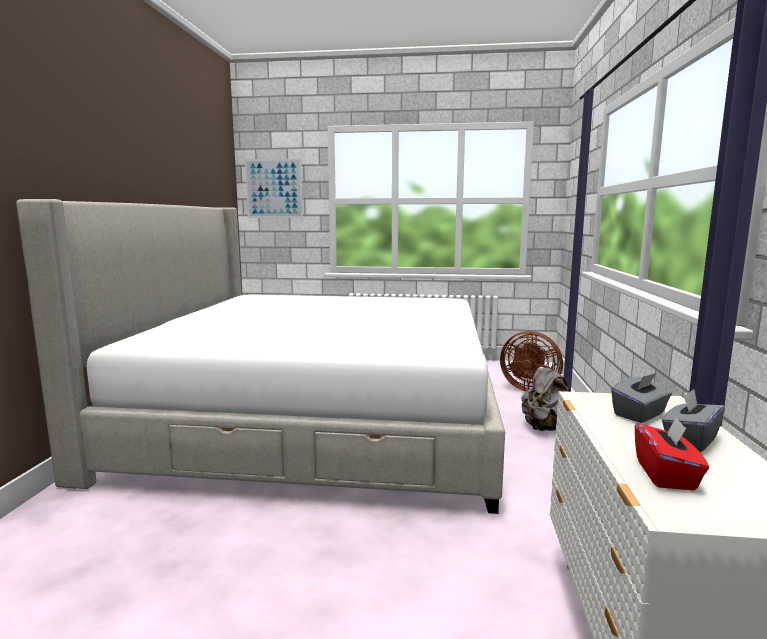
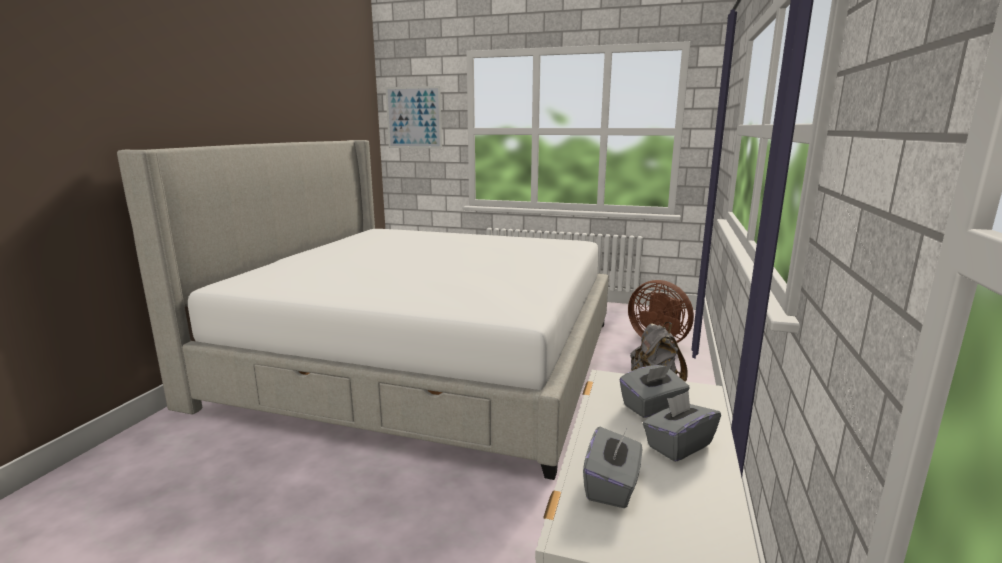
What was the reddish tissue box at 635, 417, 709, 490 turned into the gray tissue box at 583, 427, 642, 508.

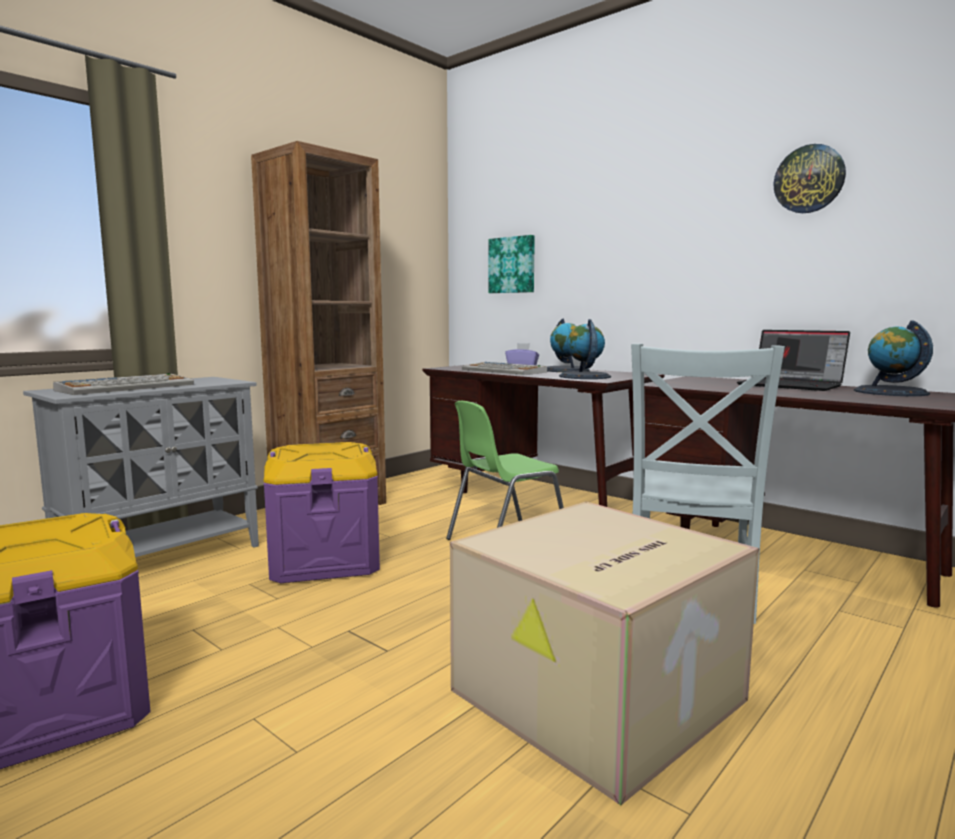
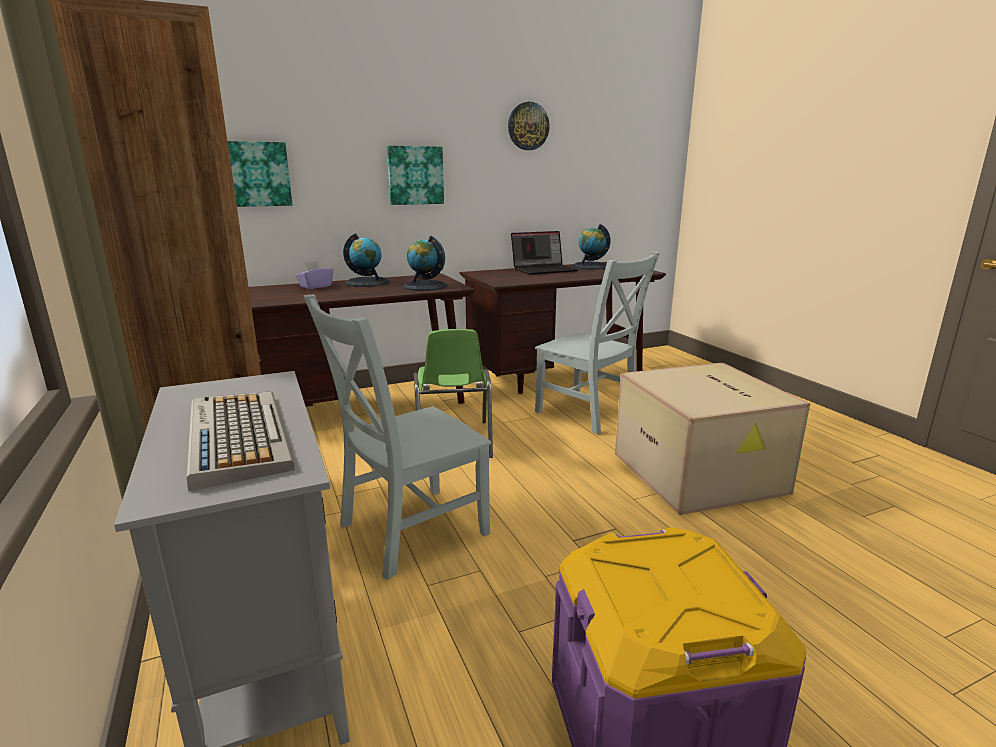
The second view lost the computer keyboard at 462, 362, 547, 375. The second view gained the wall art at 387, 146, 444, 205. Where the purple storage box stood at 264, 442, 380, 583, the gray plain chair came to stand at 303, 294, 491, 580.

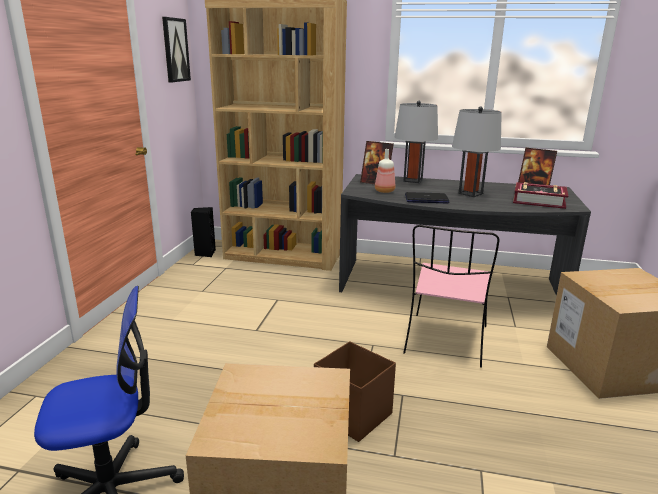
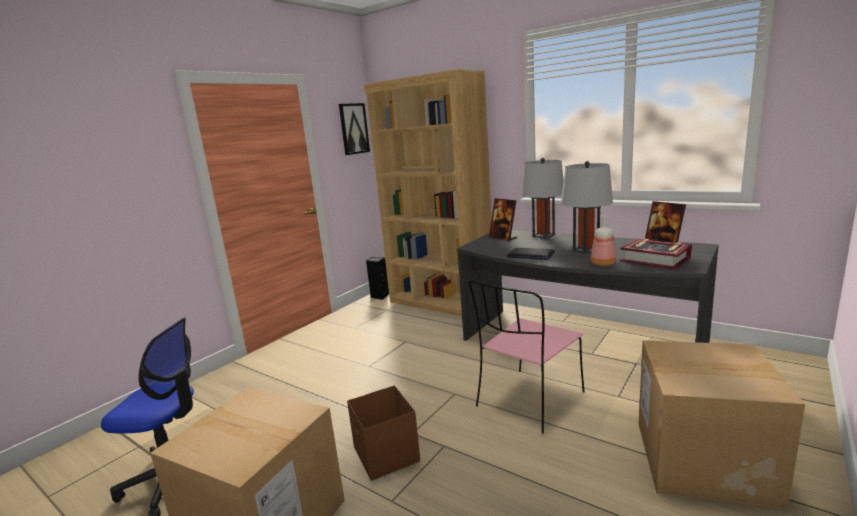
The drink bottle ended up elsewhere, having gone from 375, 149, 395, 193 to 591, 216, 616, 266.

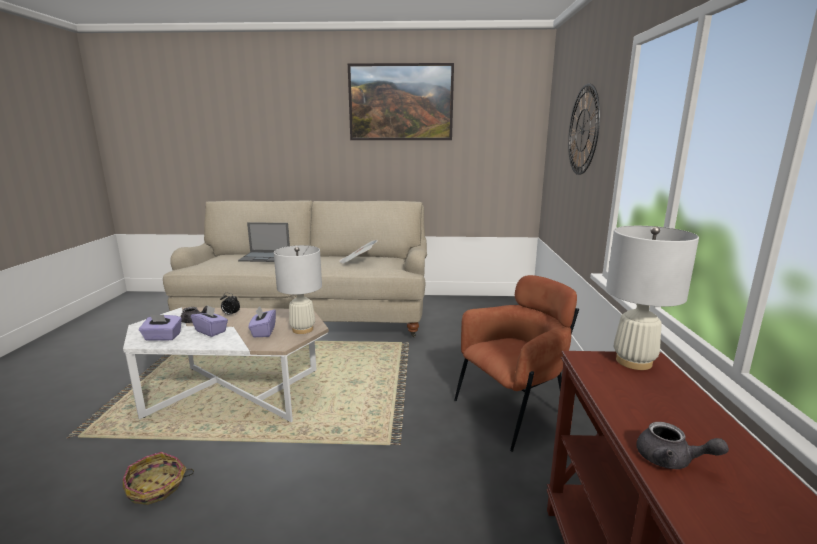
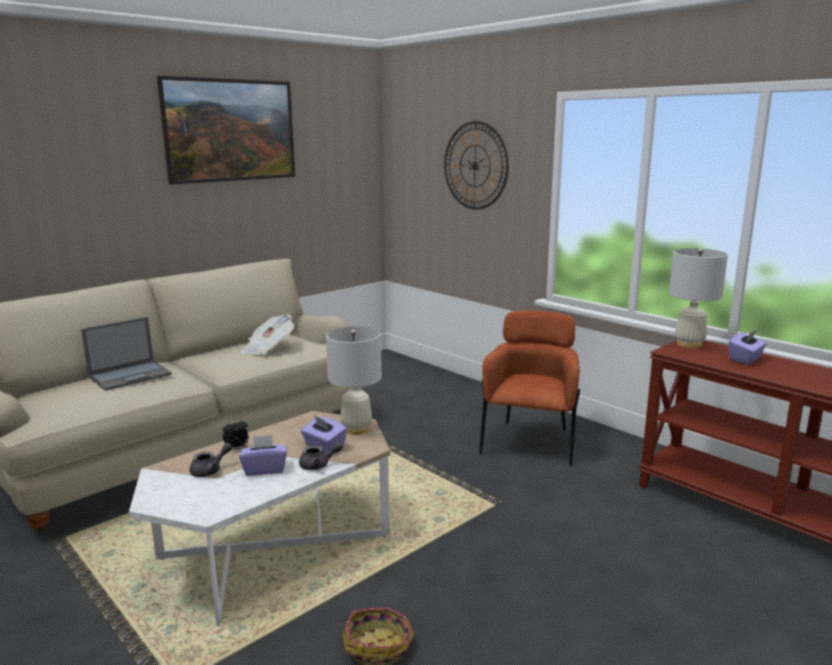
The purple tissue box ended up elsewhere, having gone from 139, 314, 182, 341 to 728, 330, 767, 365. The gray teapot ended up elsewhere, having gone from 636, 422, 729, 469 to 299, 442, 343, 470.

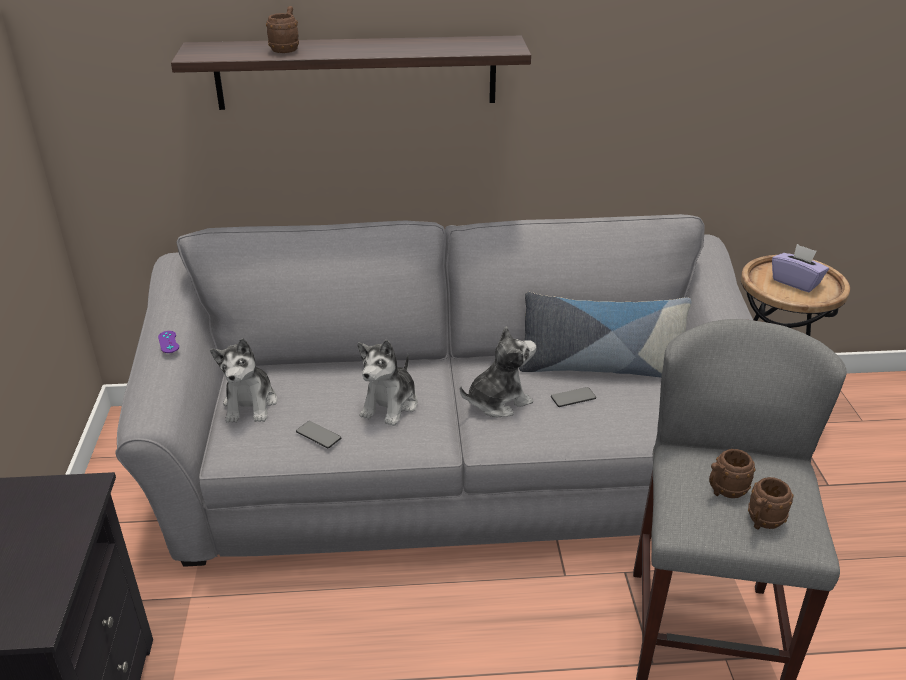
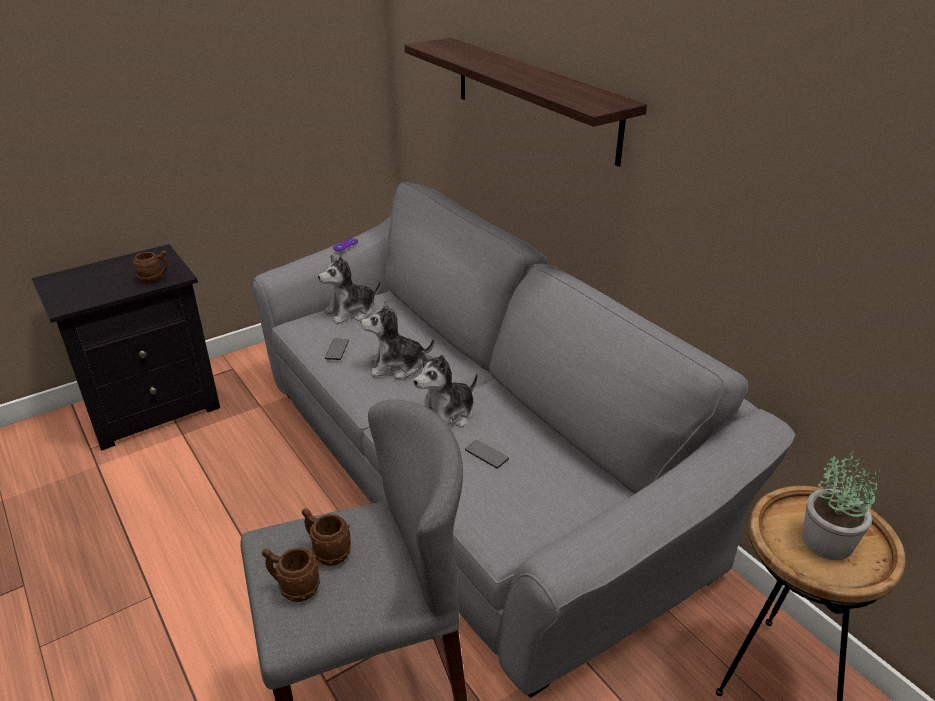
The second view lost the cushion at 519, 292, 692, 378. The brown-coloured coffee mug ended up elsewhere, having gone from 266, 6, 299, 53 to 133, 250, 168, 283. Where the purple tissue box stood at 772, 244, 829, 293, the plant in a pot came to stand at 802, 448, 880, 560. The plush toy at 460, 327, 536, 417 ended up facing another way, 105 degrees clockwise from before.

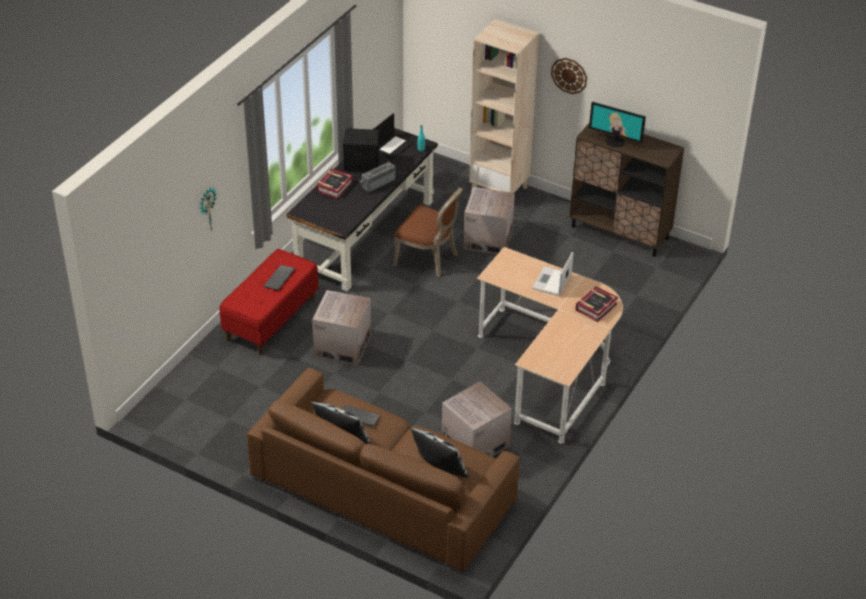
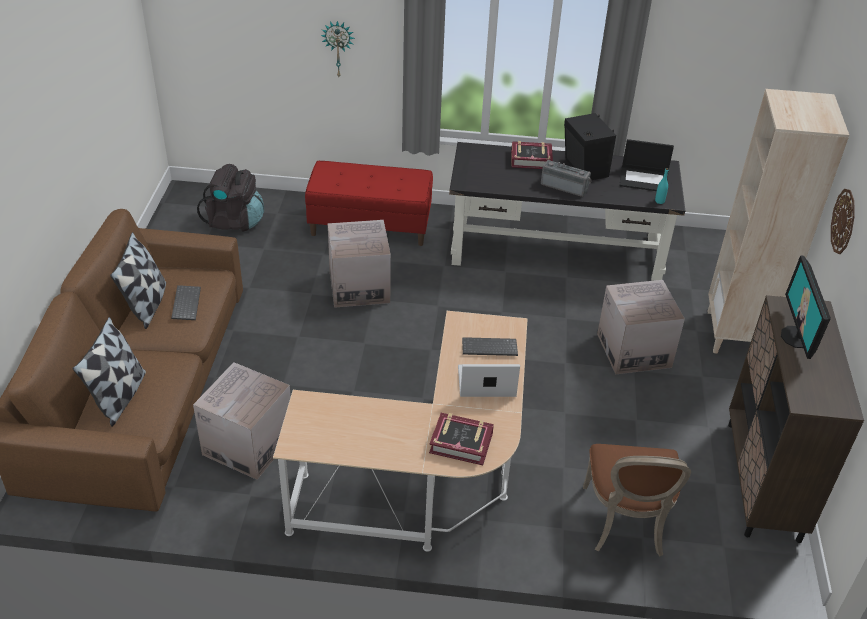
The second view gained the black backpack at 197, 164, 264, 232. The computer keyboard ended up elsewhere, having gone from 263, 265, 295, 290 to 462, 337, 518, 356. The brown-coloured plain chair ended up elsewhere, having gone from 393, 187, 463, 278 to 583, 444, 691, 556.

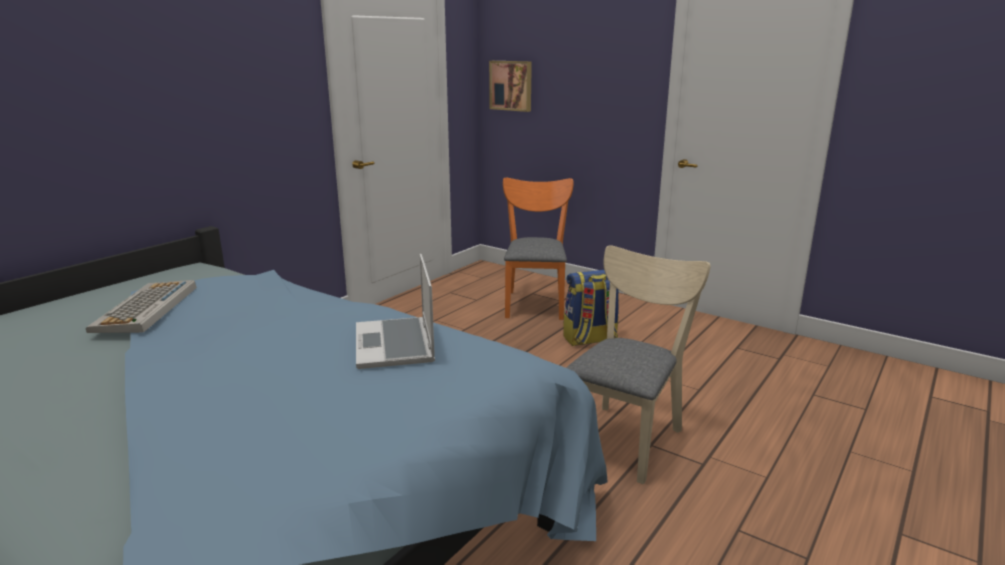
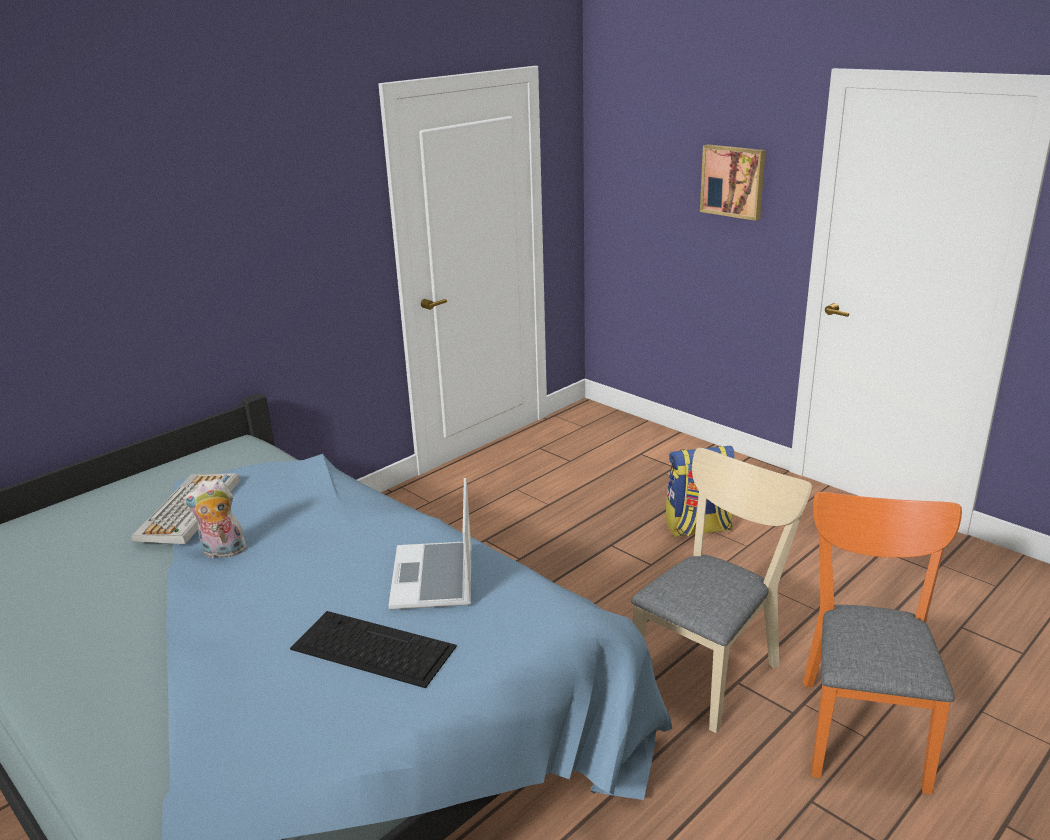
The second view gained the plush toy at 183, 478, 247, 558. The second view gained the computer keyboard at 290, 611, 457, 688. The wall art ended up elsewhere, having gone from 489, 61, 532, 112 to 700, 144, 766, 221. The orangey plain chair ended up elsewhere, having gone from 503, 177, 574, 320 to 803, 492, 962, 795.

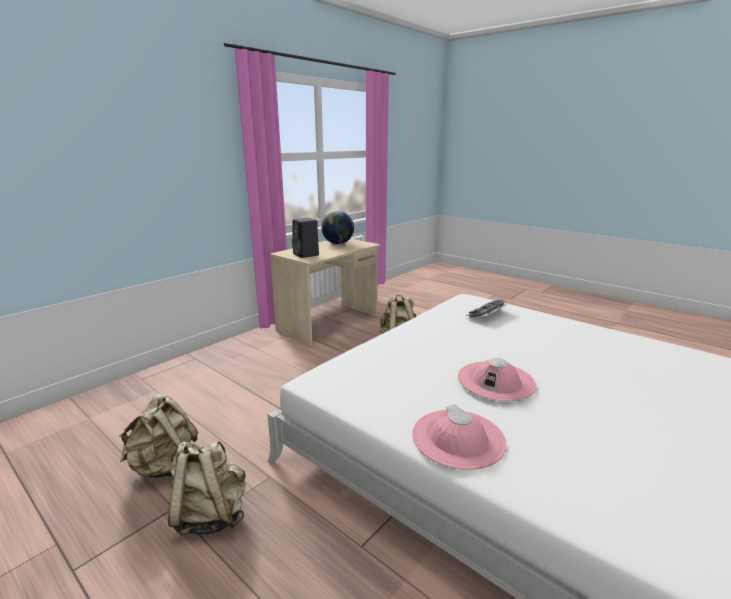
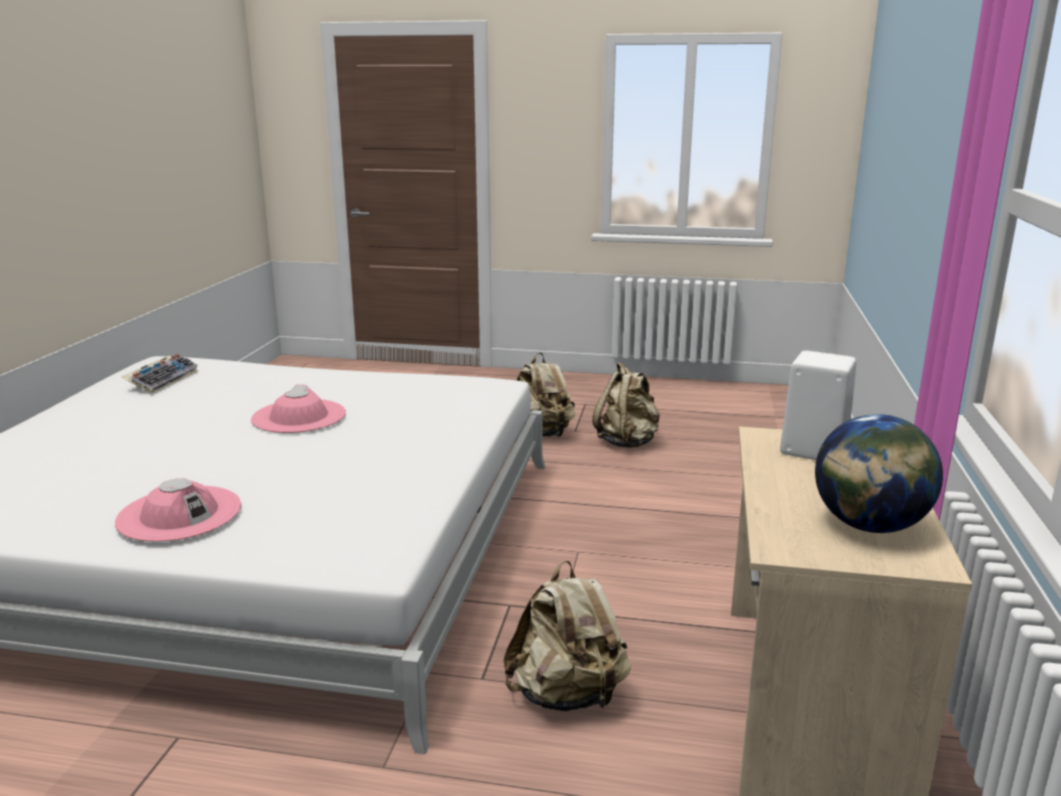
The pink-coloured clothing hat ended up elsewhere, having gone from 412, 405, 507, 470 to 115, 478, 241, 542. The computer keyboard ended up elsewhere, having gone from 466, 299, 510, 319 to 122, 354, 199, 394. What was the black audio speaker at 292, 218, 319, 258 turned into the white-coloured audio speaker at 780, 350, 856, 460.

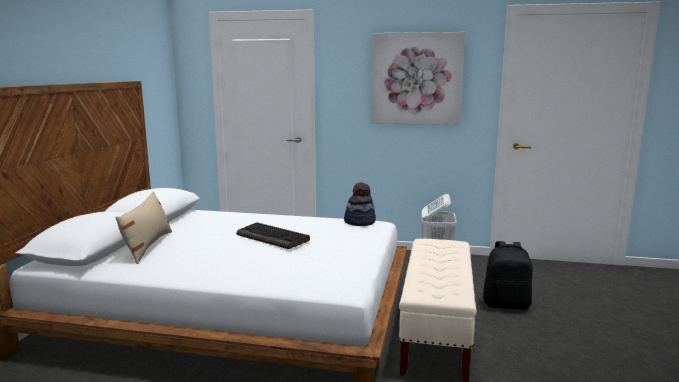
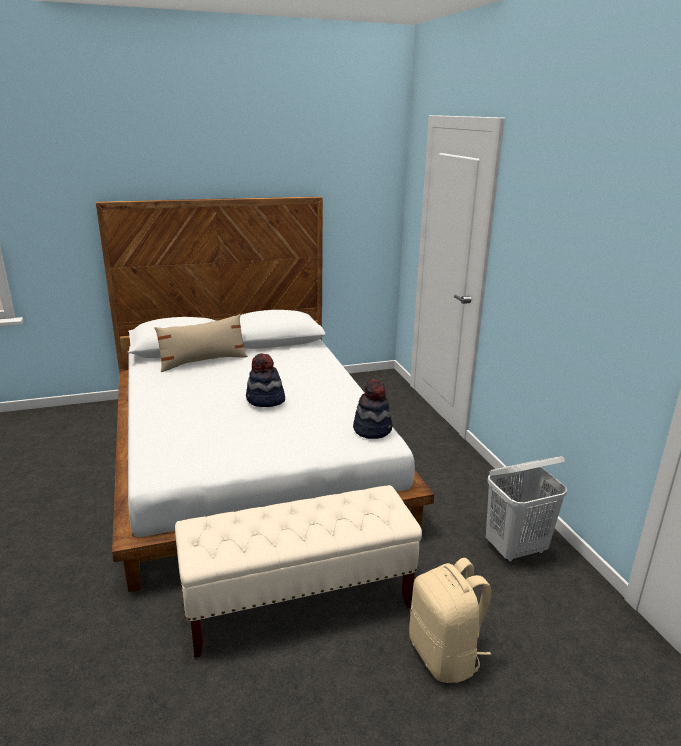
The second view lost the wall art at 371, 32, 465, 126. Where the computer keyboard stood at 236, 222, 310, 249, the clothing hat came to stand at 246, 354, 285, 407. What was the black backpack at 483, 241, 533, 310 turned into the beige-coloured backpack at 409, 558, 491, 683.

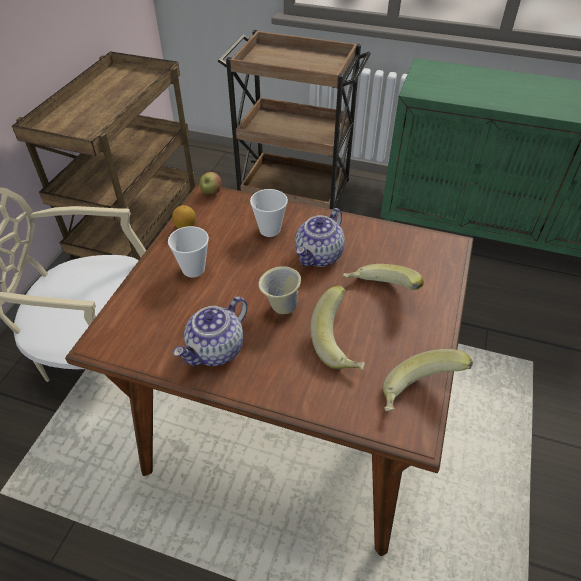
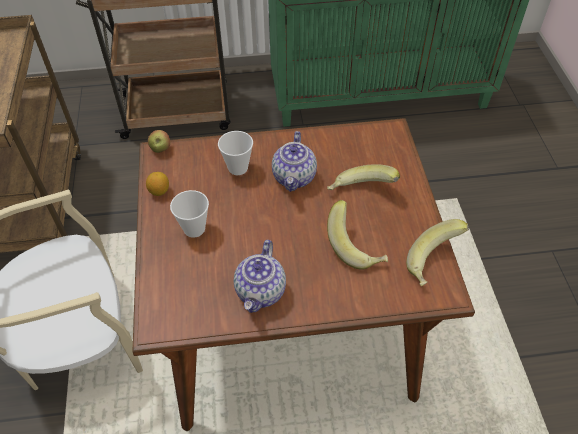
The second view lost the beige-coloured coffee mug at 258, 266, 301, 314.

